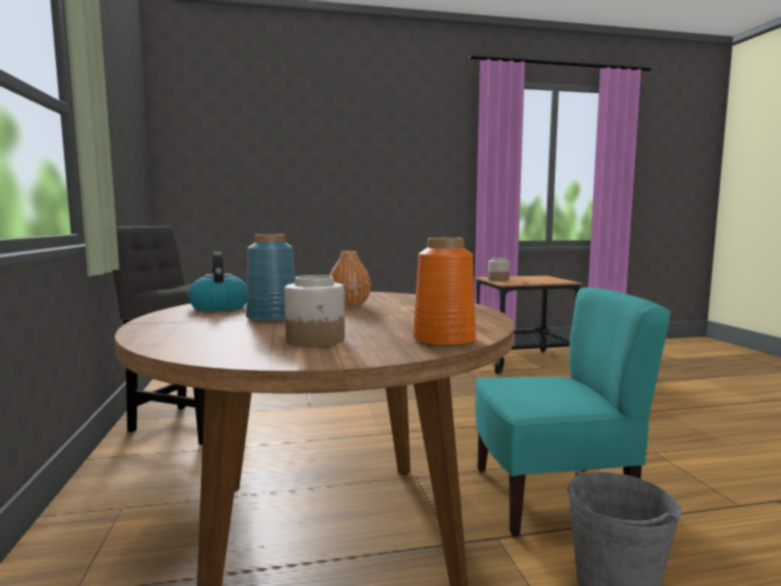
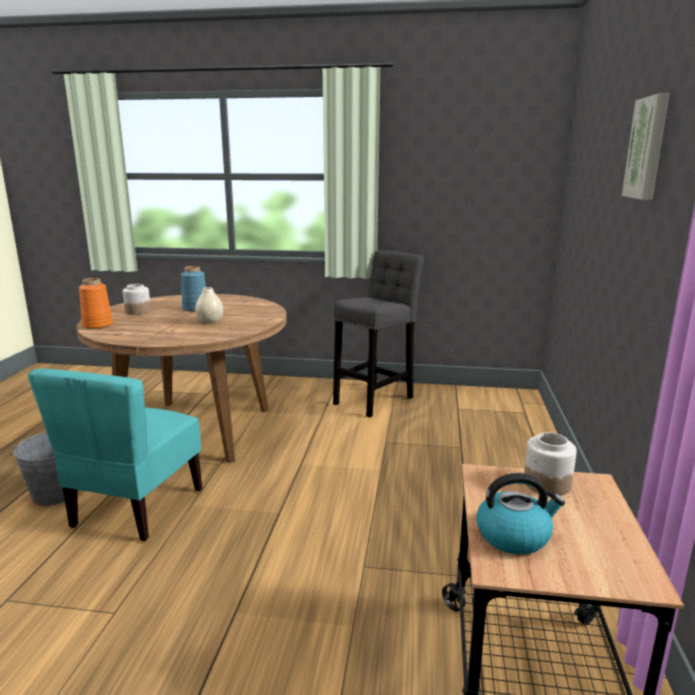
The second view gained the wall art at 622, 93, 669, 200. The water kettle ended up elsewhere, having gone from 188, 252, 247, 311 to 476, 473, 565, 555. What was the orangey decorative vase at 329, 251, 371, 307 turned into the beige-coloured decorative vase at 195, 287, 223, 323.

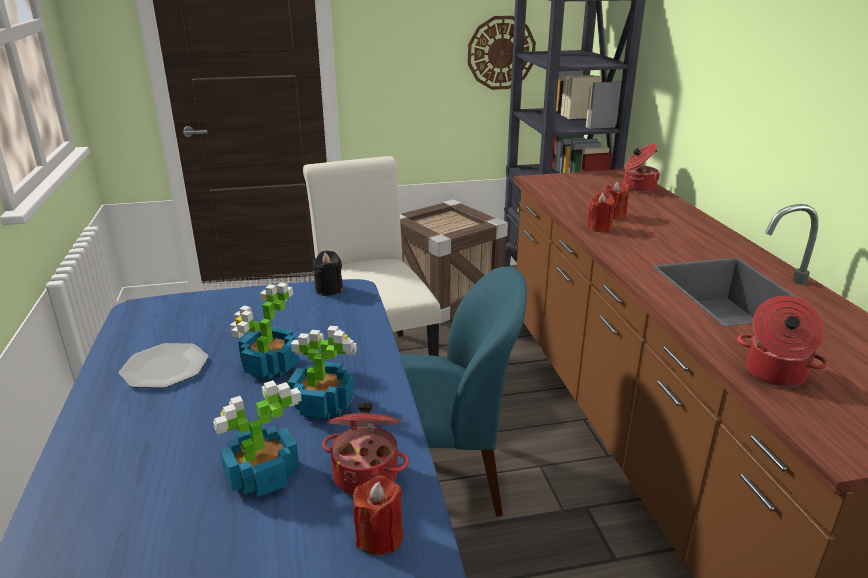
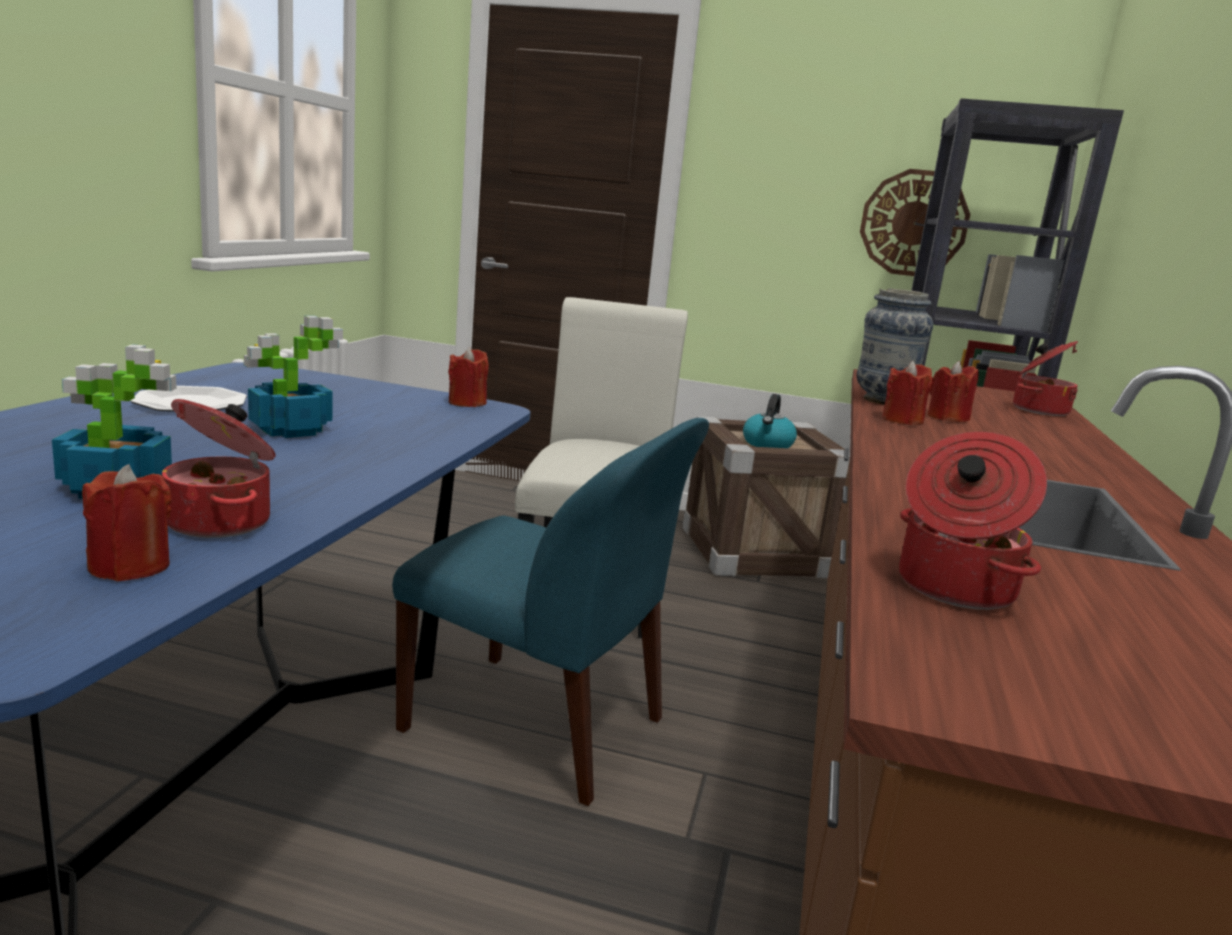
The second view lost the plant in a pot at 288, 326, 357, 420. The second view gained the water kettle at 743, 394, 797, 448. The second view gained the decorative vase at 857, 288, 933, 405. What was the black wax candle at 312, 250, 343, 296 turned into the reddish wax candle at 448, 347, 489, 407.

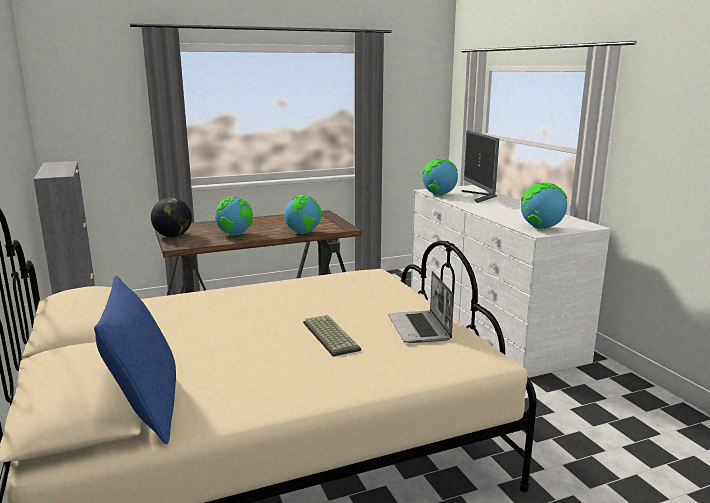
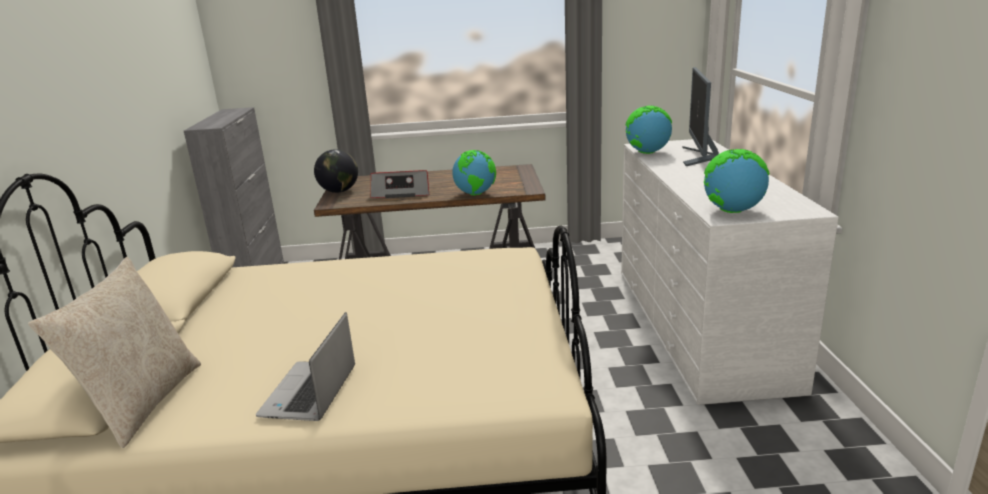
The second view lost the computer keyboard at 303, 315, 361, 357. The portable computer ended up elsewhere, having gone from 388, 271, 454, 343 to 256, 312, 355, 421. Where the world globe stood at 215, 197, 253, 236, the radio receiver came to stand at 371, 170, 429, 198. What was the blue cushion at 94, 276, 176, 444 turned into the beige-coloured cushion at 28, 257, 201, 448.

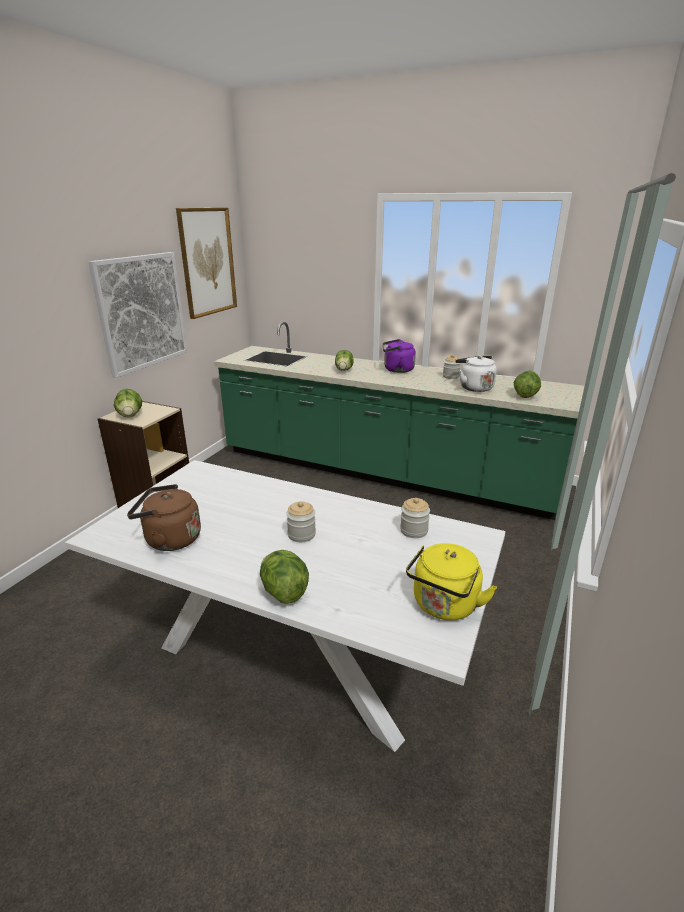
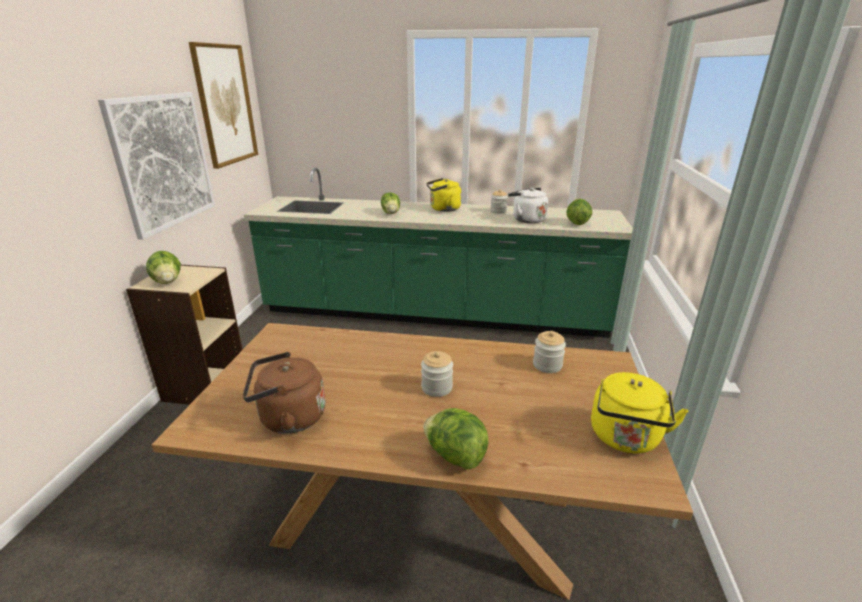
What was the white-coloured dining table at 65, 460, 506, 752 turned into the brown-coloured dining table at 152, 323, 693, 600. What was the purple water kettle at 383, 339, 416, 373 turned into the yellow-coloured water kettle at 426, 178, 461, 212.

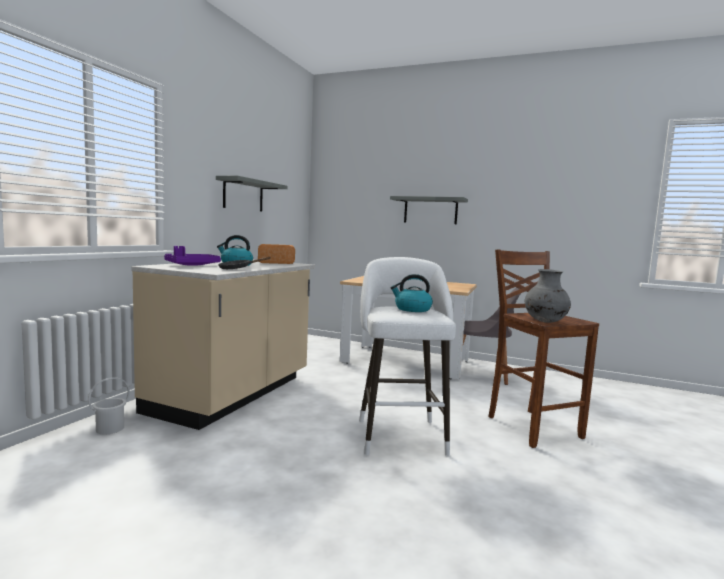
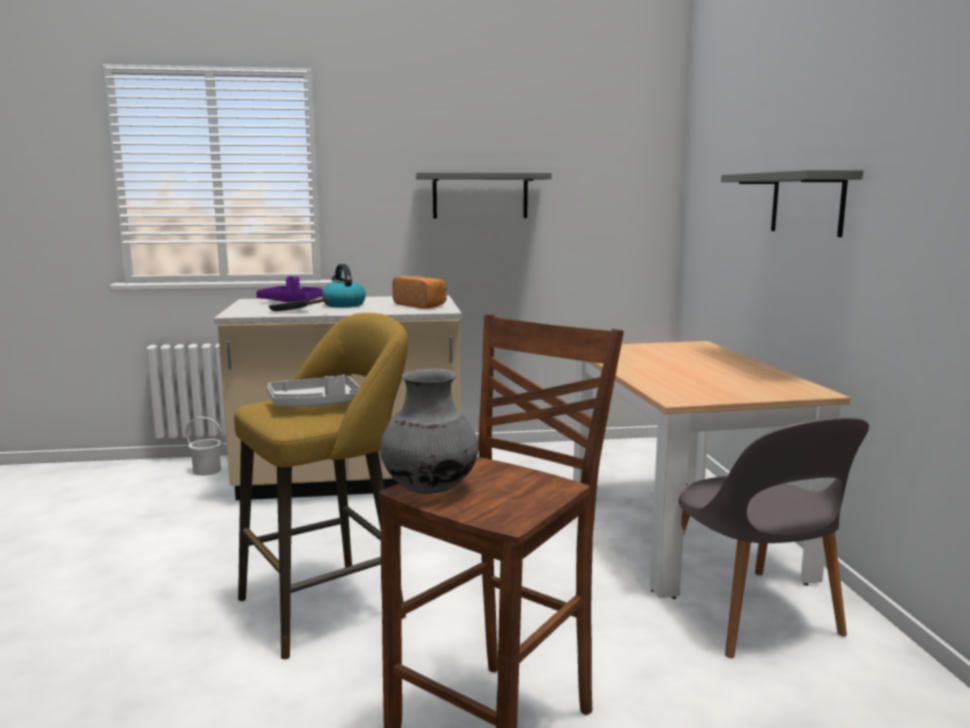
Where the water kettle stood at 390, 274, 433, 312, the gray carrying tray came to stand at 267, 375, 360, 407. What was the white-coloured sitting stool at 359, 257, 456, 456 turned into the yellow-coloured sitting stool at 234, 313, 408, 659.

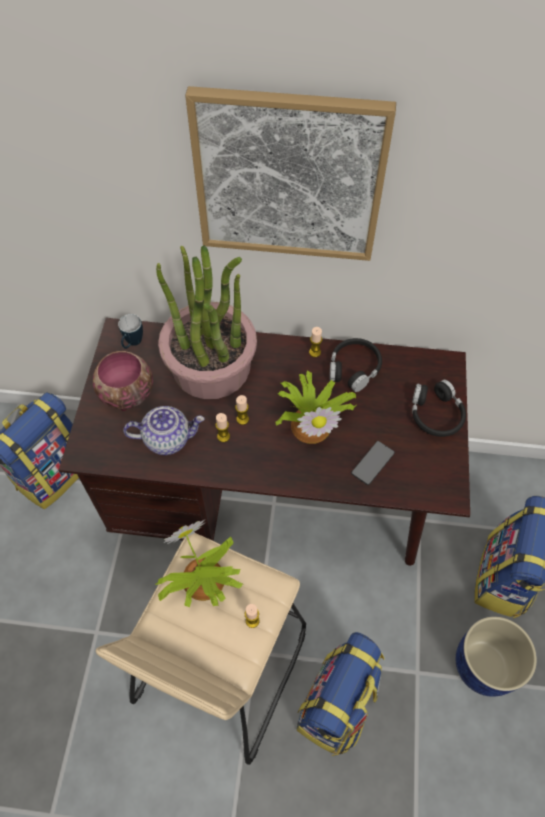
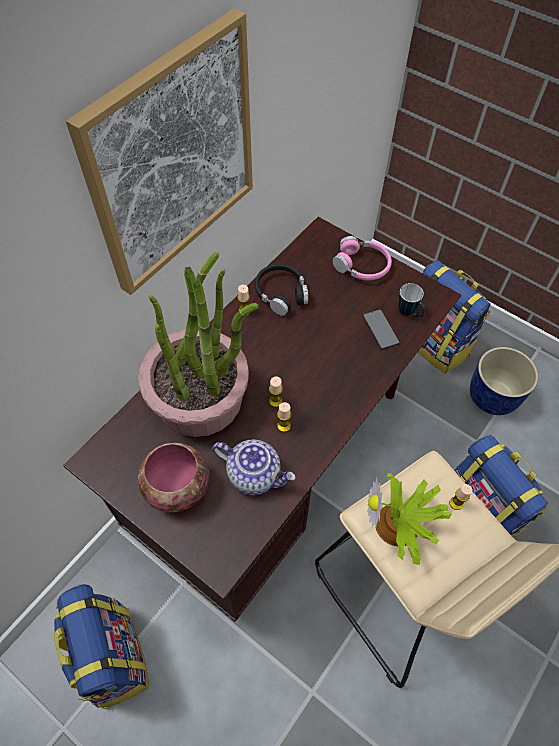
The second view lost the plant in a pot at 275, 370, 356, 444. The coffee mug ended up elsewhere, having gone from 118, 314, 143, 349 to 398, 283, 426, 317. What was the black headphones at 412, 380, 466, 437 turned into the pink-coloured headphones at 332, 236, 392, 280. The teapot at 123, 406, 204, 455 ended up facing another way, 90 degrees clockwise from before.

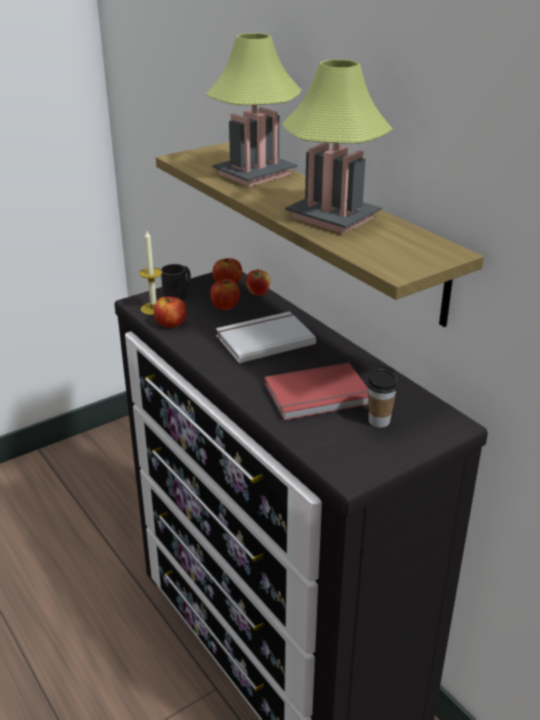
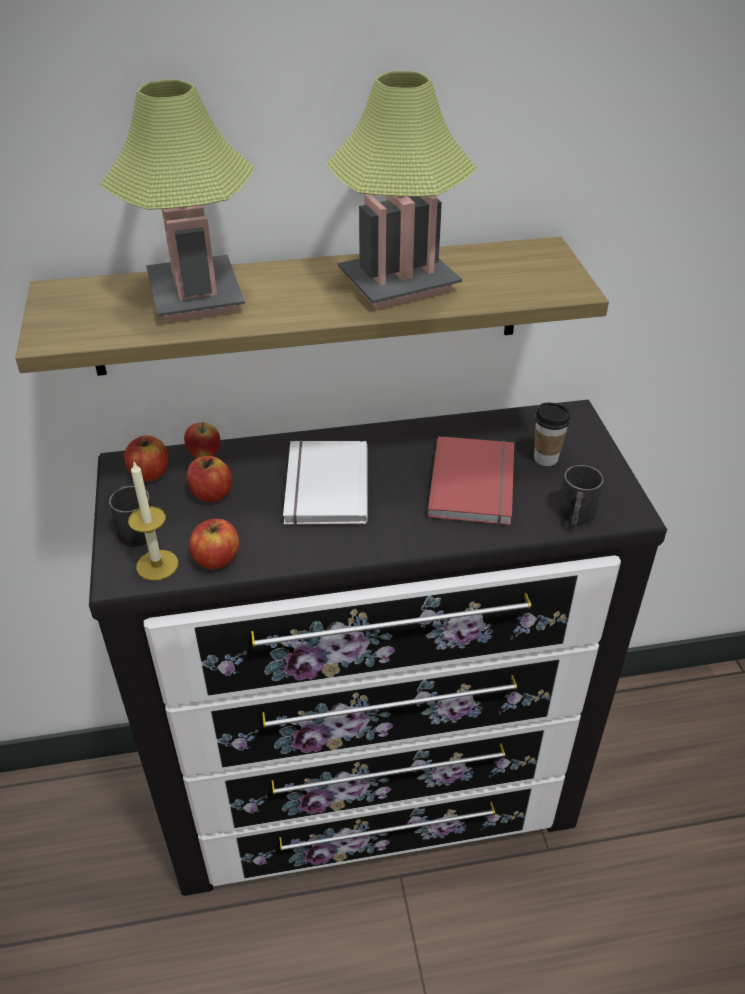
The second view gained the black coffee mug at 558, 465, 604, 526.

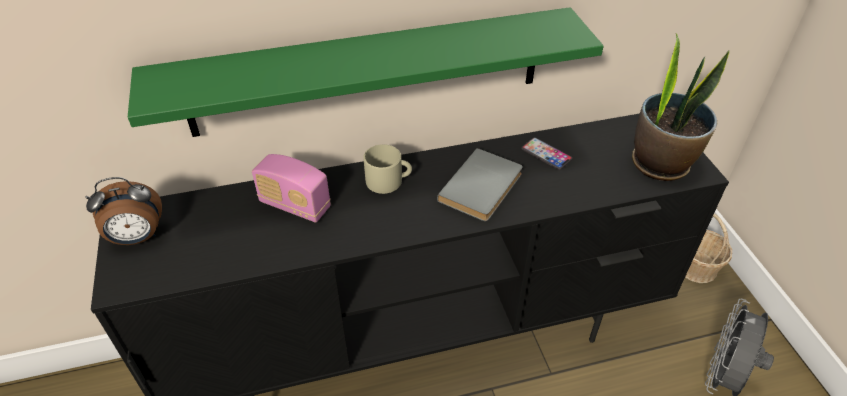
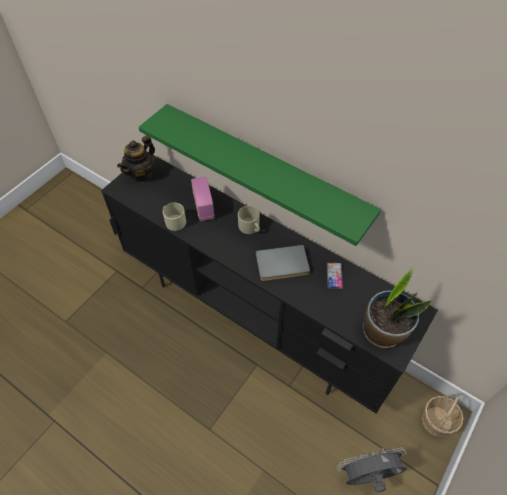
The second view gained the beige-coloured coffee mug at 163, 203, 186, 231. Where the table clock stood at 85, 177, 162, 245, the teapot came to stand at 117, 135, 155, 183.

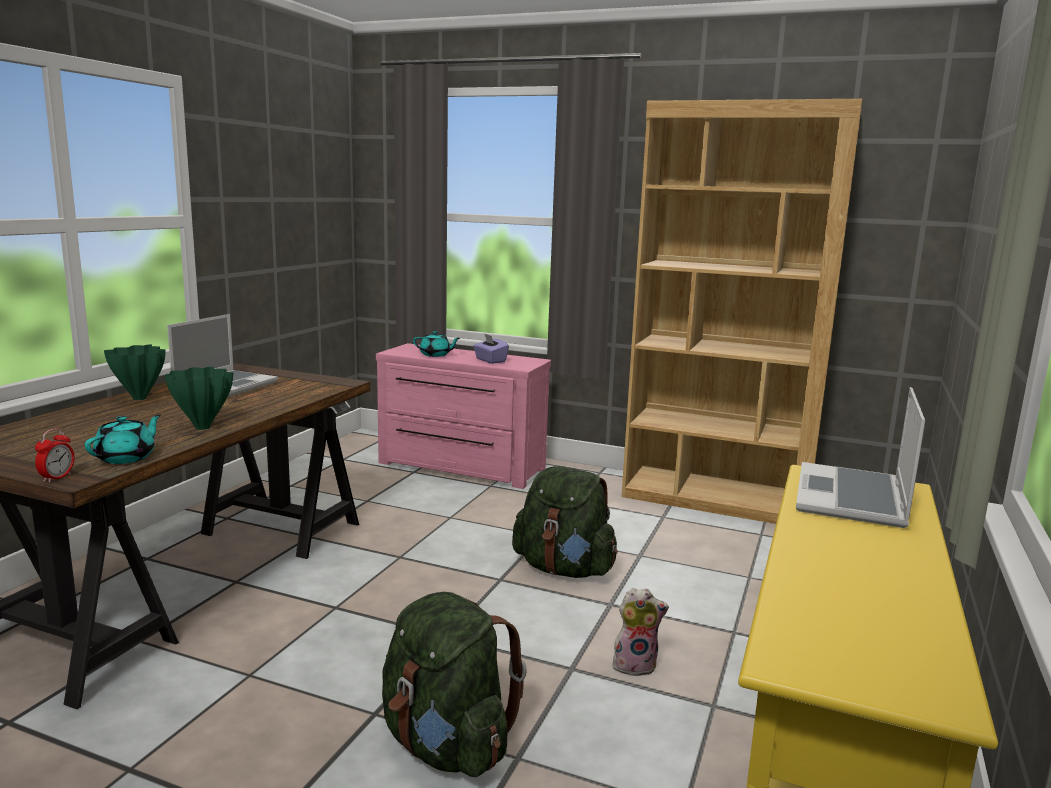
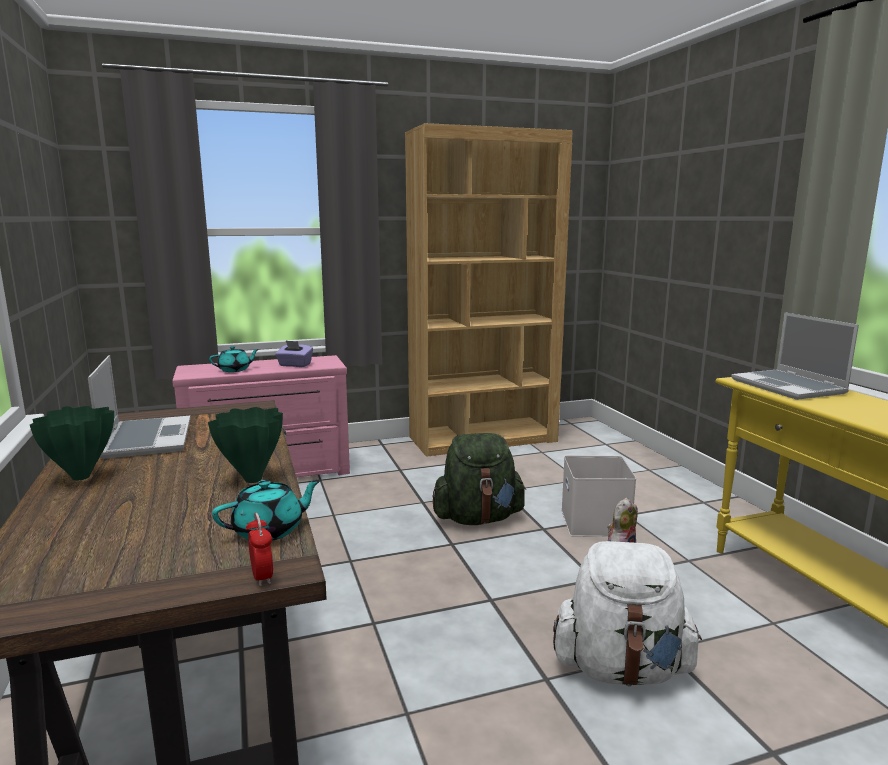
The second view gained the white-coloured storage box at 561, 455, 636, 537. What was the greenish backpack at 382, 592, 527, 777 turned into the white-coloured backpack at 553, 541, 702, 686. The turquoise-coloured teapot at 85, 414, 161, 464 ended up facing another way, 75 degrees clockwise from before.

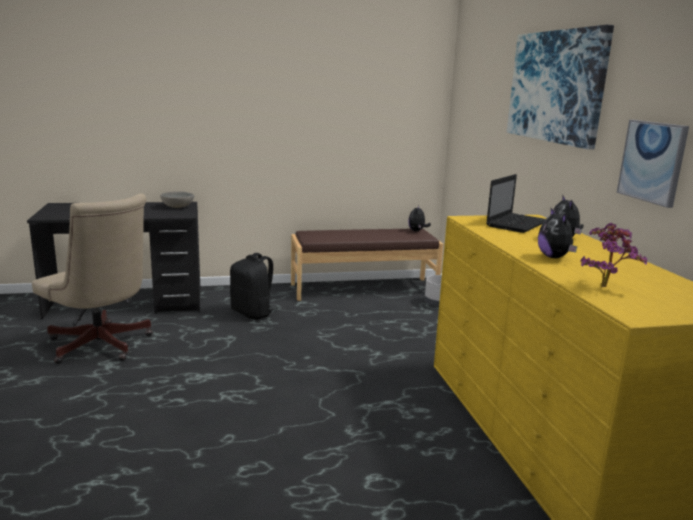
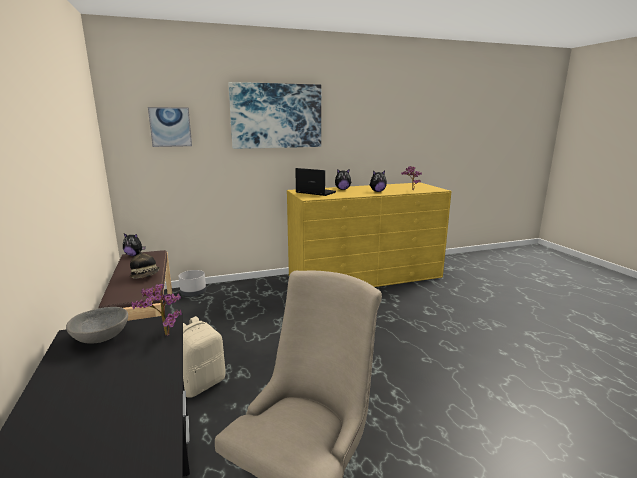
The second view gained the clothing hat at 130, 251, 160, 279. The second view gained the plant in a pot at 132, 284, 182, 335. The wall art ended up elsewhere, having gone from 617, 120, 689, 208 to 148, 107, 192, 147. What was the black backpack at 230, 253, 278, 320 turned into the beige-coloured backpack at 183, 316, 225, 398.

